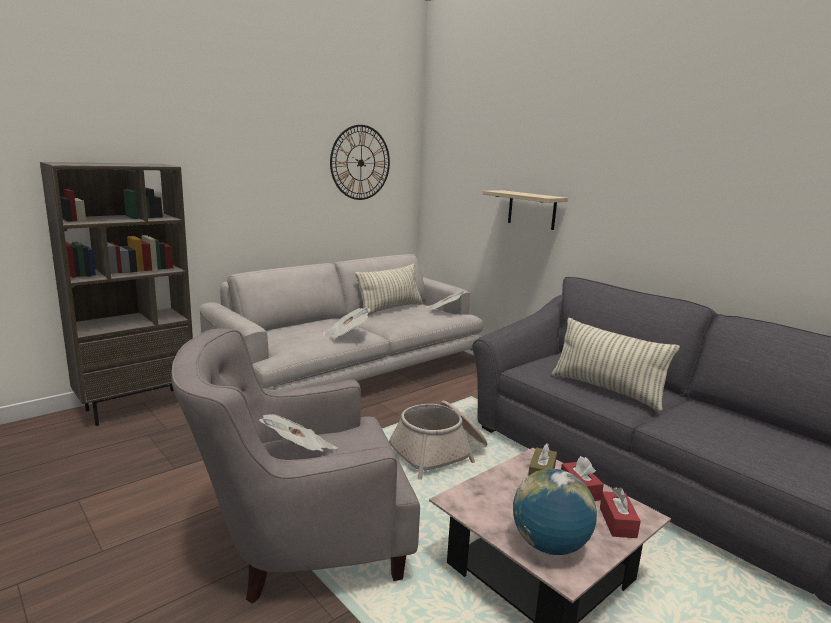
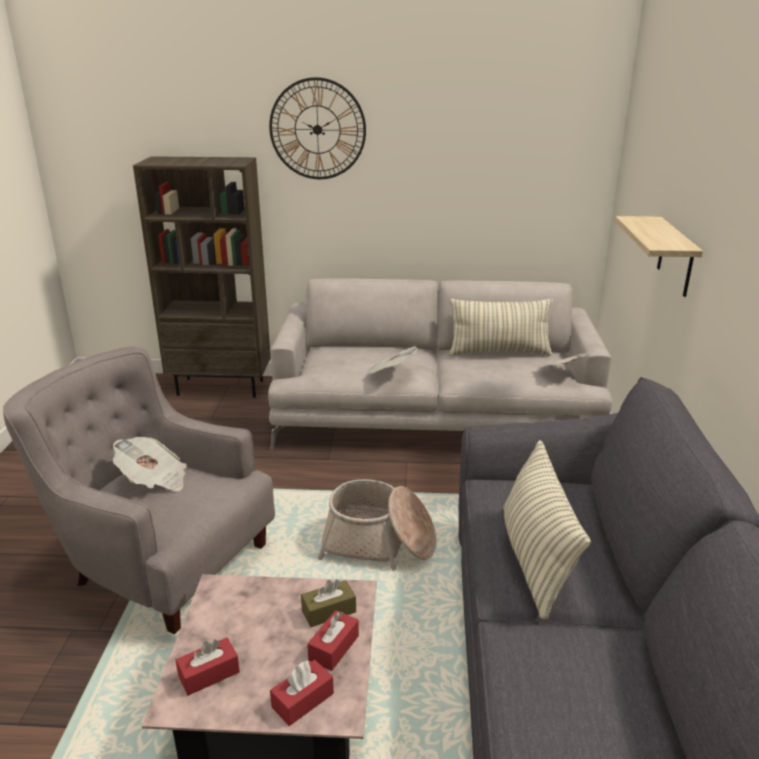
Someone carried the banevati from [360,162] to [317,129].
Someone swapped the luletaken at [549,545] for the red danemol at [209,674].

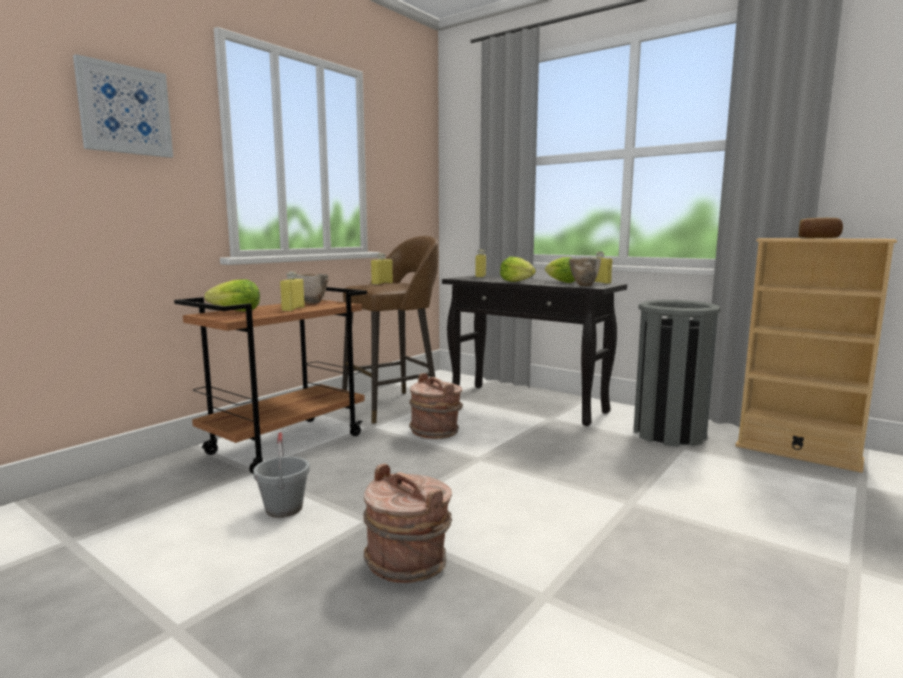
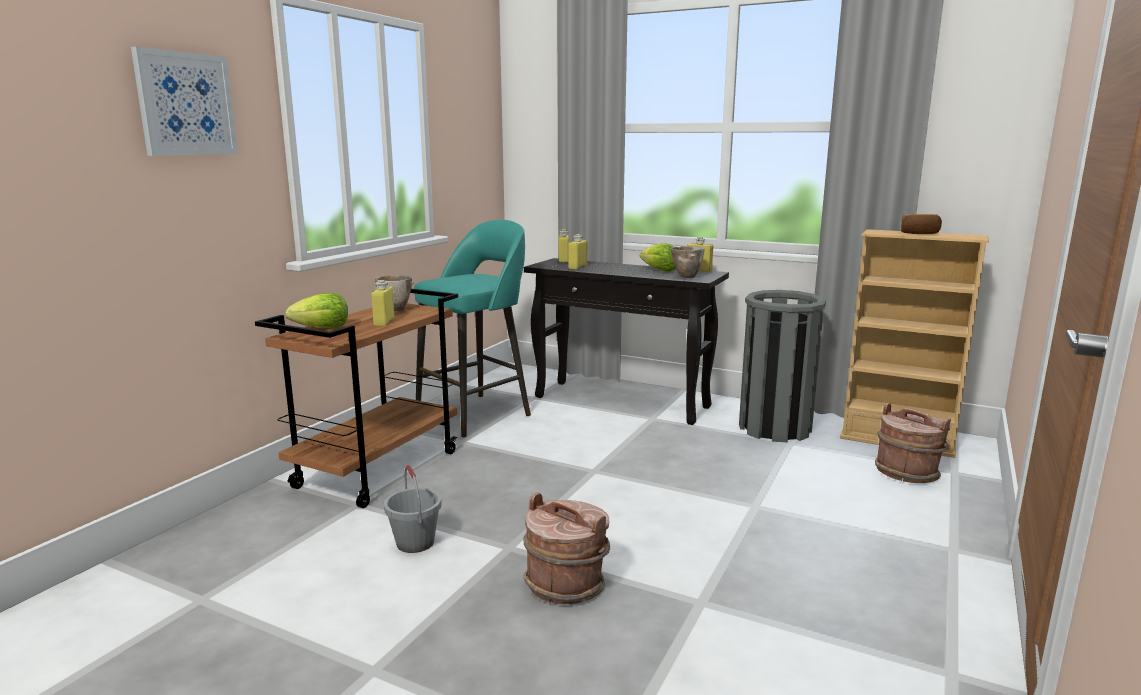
Someone repainted the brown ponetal at [393,406], which became the turquoise ponetal at [476,414].
Someone carried the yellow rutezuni from [382,283] to [577,267].
Someone took away the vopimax at [516,282].
Someone carried the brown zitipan from [435,432] to [907,472].

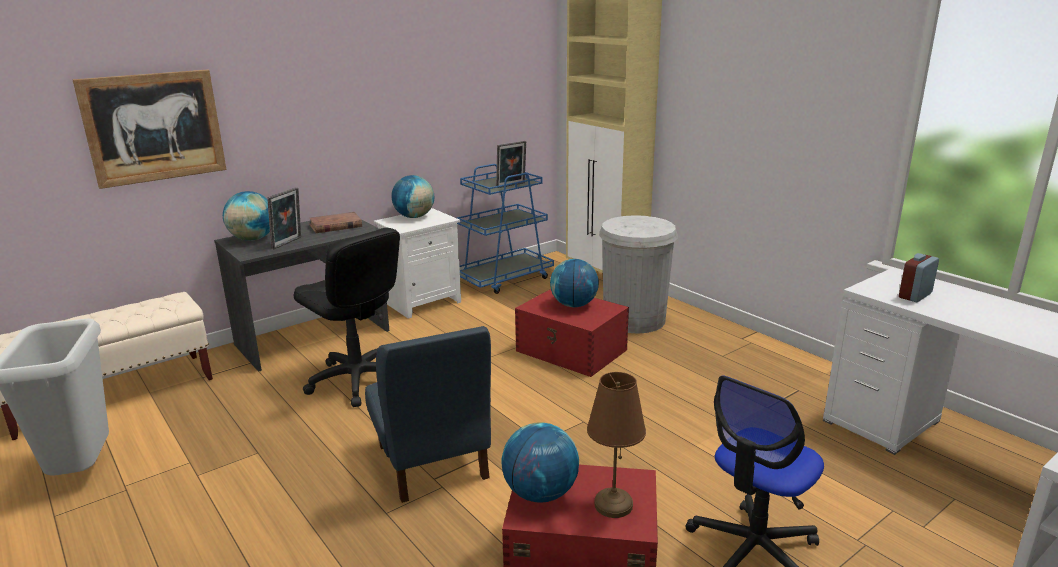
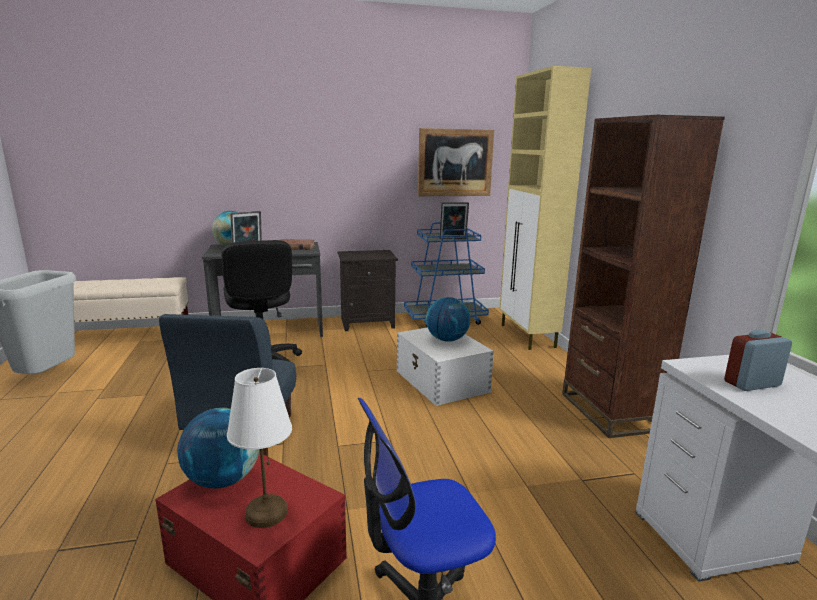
Someone carried the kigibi from [154,127] to [455,163].
Someone took away the luletaken at [414,217].
Someone repainted the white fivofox at [423,302], which became the black fivofox at [368,322].
Someone took away the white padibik at [634,320].
Someone repainted the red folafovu at [572,351], which became the white folafovu at [441,381].
Someone repainted the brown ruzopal at [613,505], which became the white ruzopal at [265,513].
Someone put down the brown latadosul at [610,411].

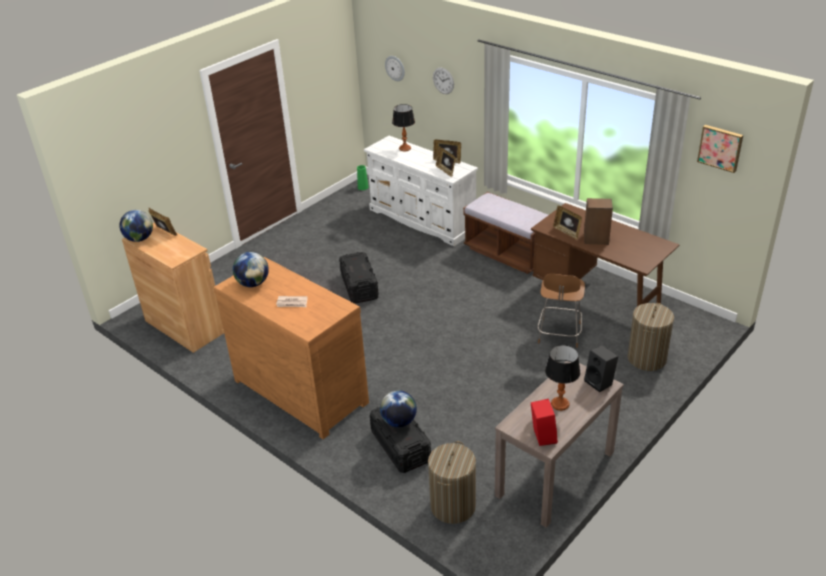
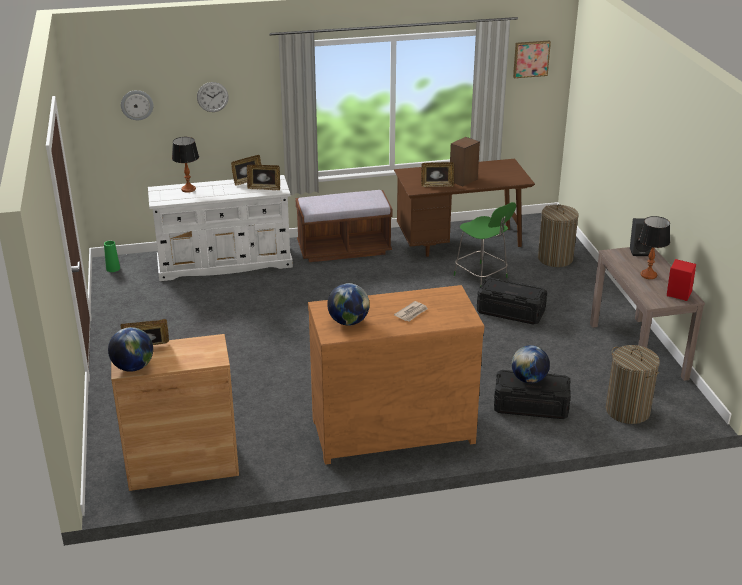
Someone carried the black folafovu from [359,286] to [510,312].
Someone repainted the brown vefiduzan at [559,334], which became the green vefiduzan at [482,277].

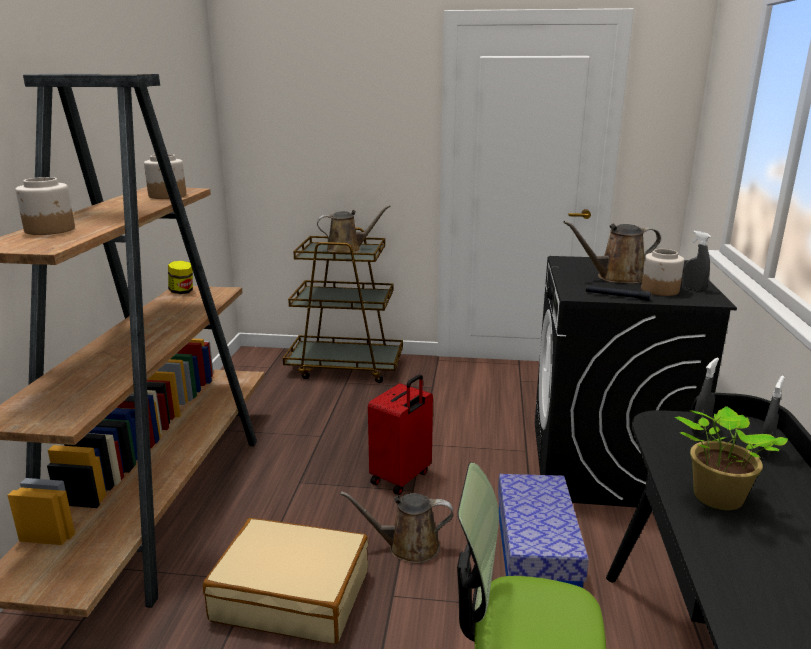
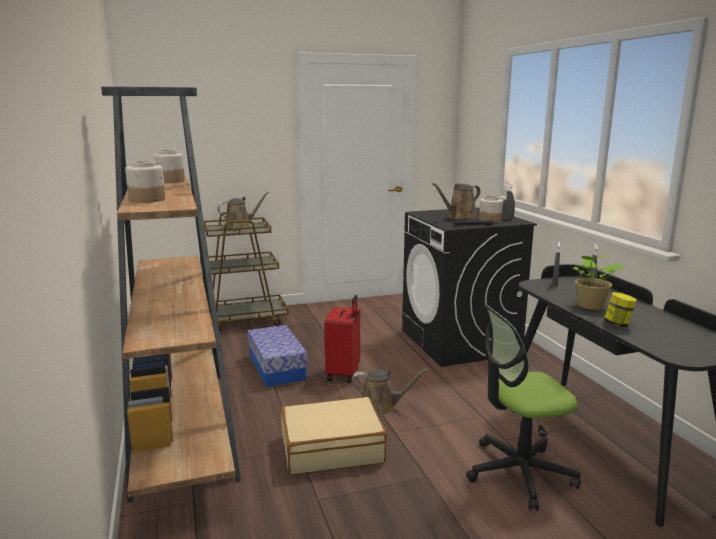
Someone carried the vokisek from [182,292] to [618,324].
Someone carried the folafovu from [536,553] to [277,367].
Someone rotated the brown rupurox at [408,546] by 150 degrees counterclockwise.

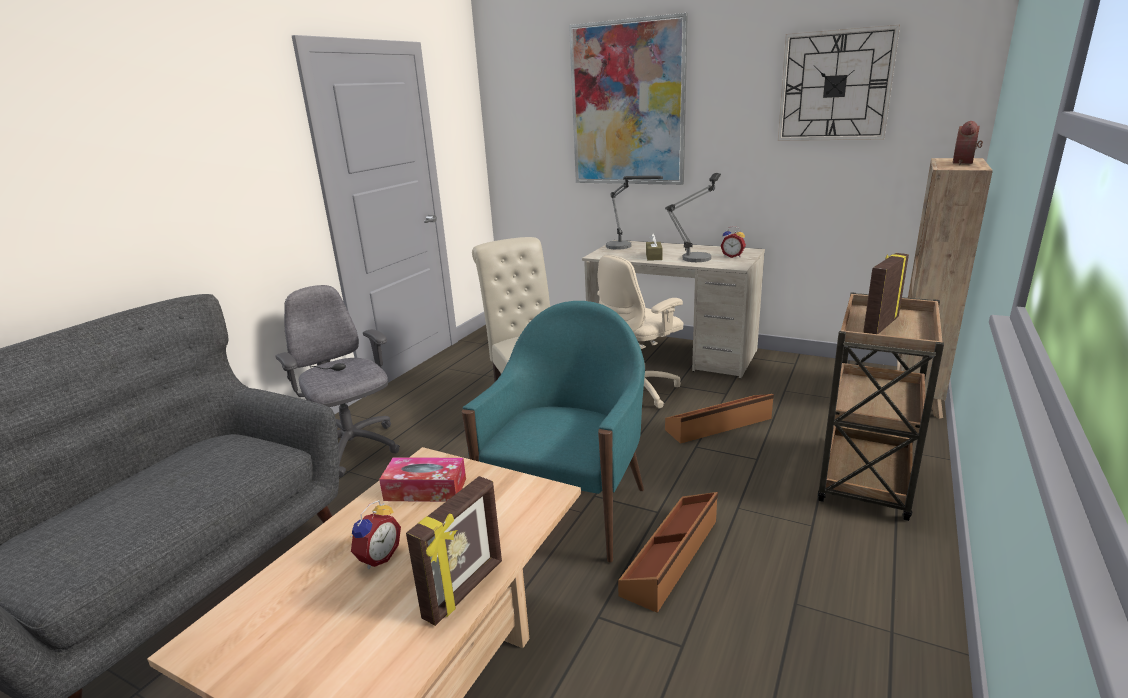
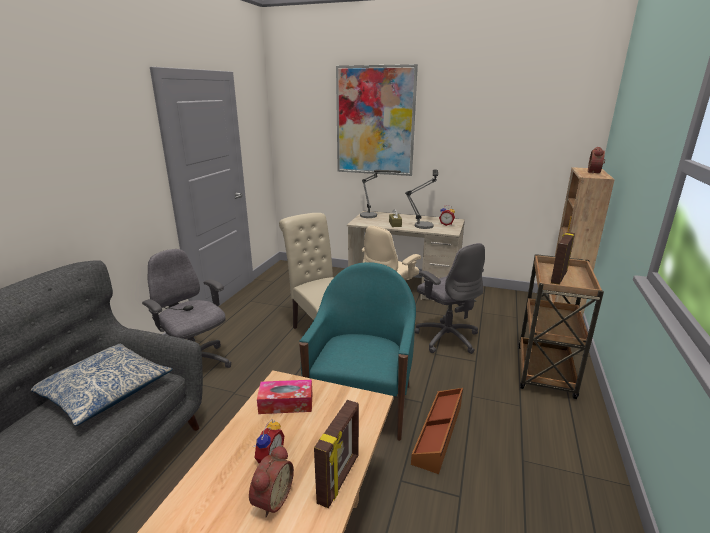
Someone took away the banevati at [835,86].
Someone swapped the brown folafovu at [719,425] for the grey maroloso at [446,338].
Someone put down the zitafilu at [105,391].
Someone put down the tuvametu at [271,499].

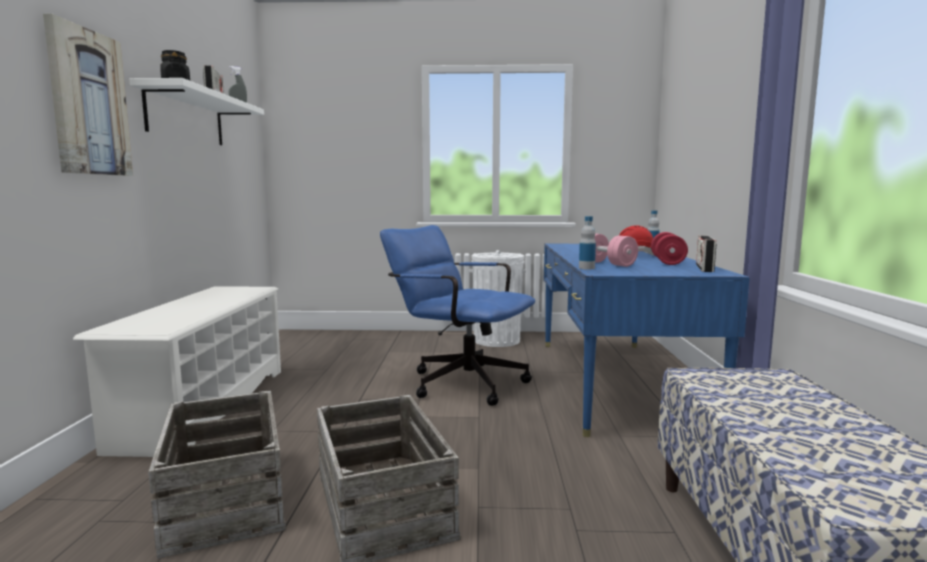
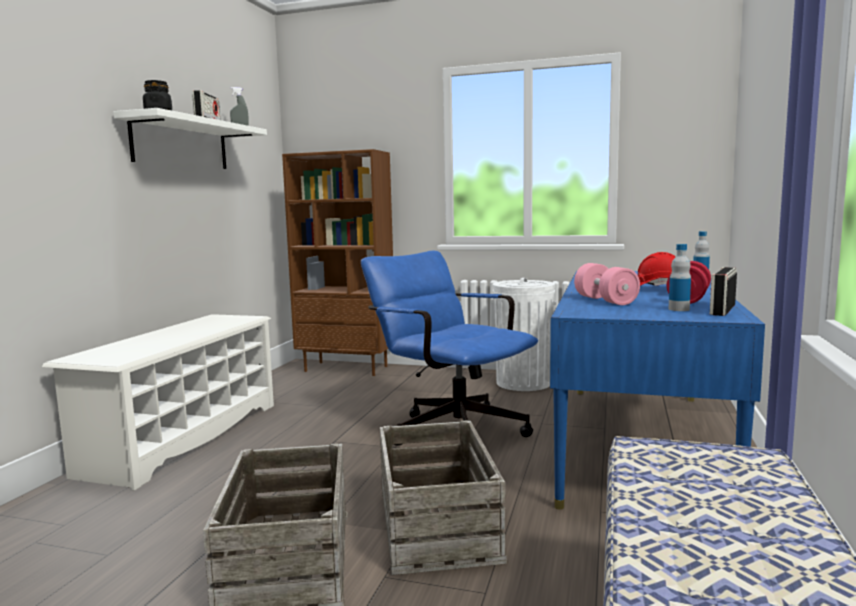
Someone took away the kigibi at [88,103].
Someone carried the rutezuni from [586,268] to [679,309].
Someone carried the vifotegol from [224,498] to [435,525].
Someone put down the brown latadosul at [347,368].

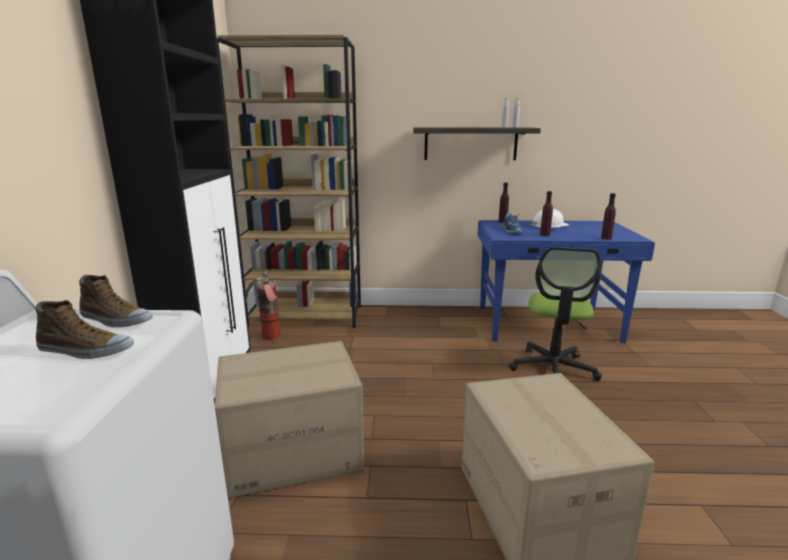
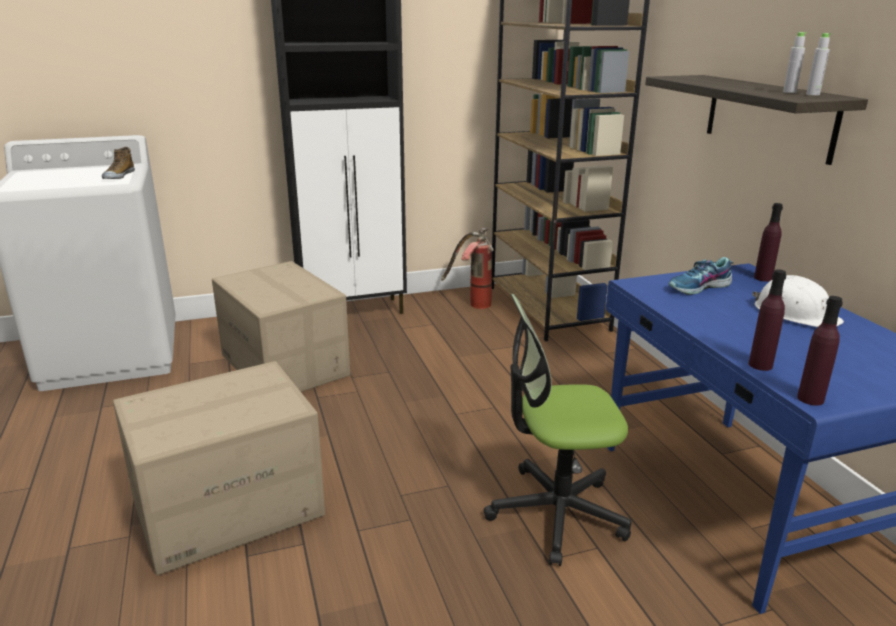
Someone carried the purple rutezuni from [545,235] to [810,399].
Someone took away the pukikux at [85,350].

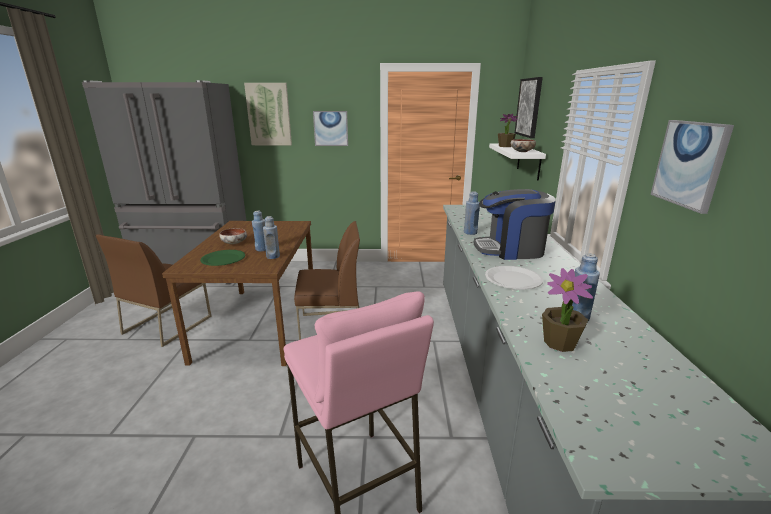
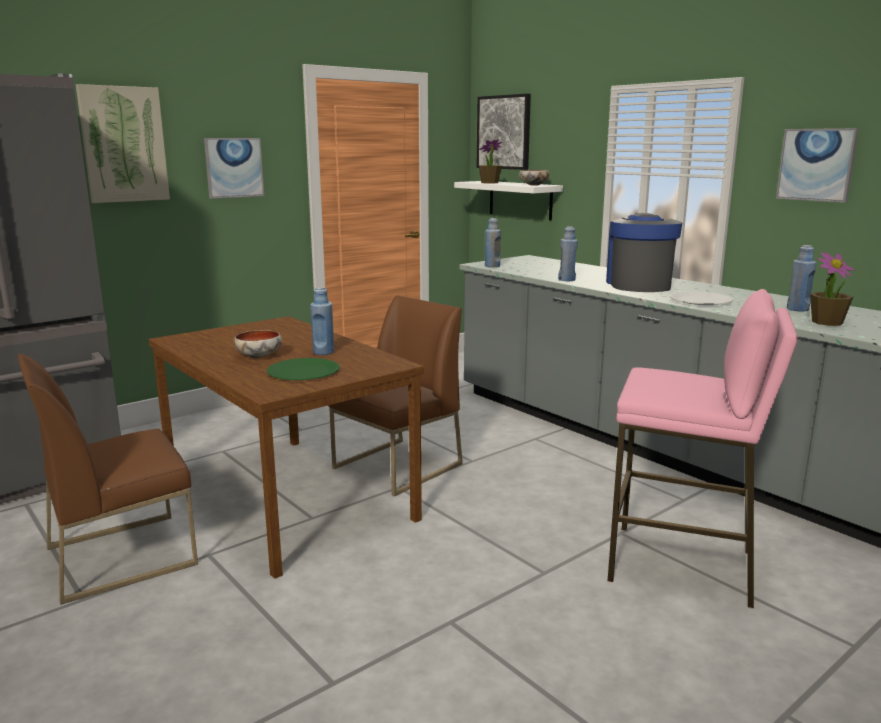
Someone rotated the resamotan at [510,250] by 135 degrees clockwise.
Someone carried the blue rutezuni from [273,256] to [492,266].
Someone rotated the brown vefiduzan at [168,324] by 75 degrees clockwise.

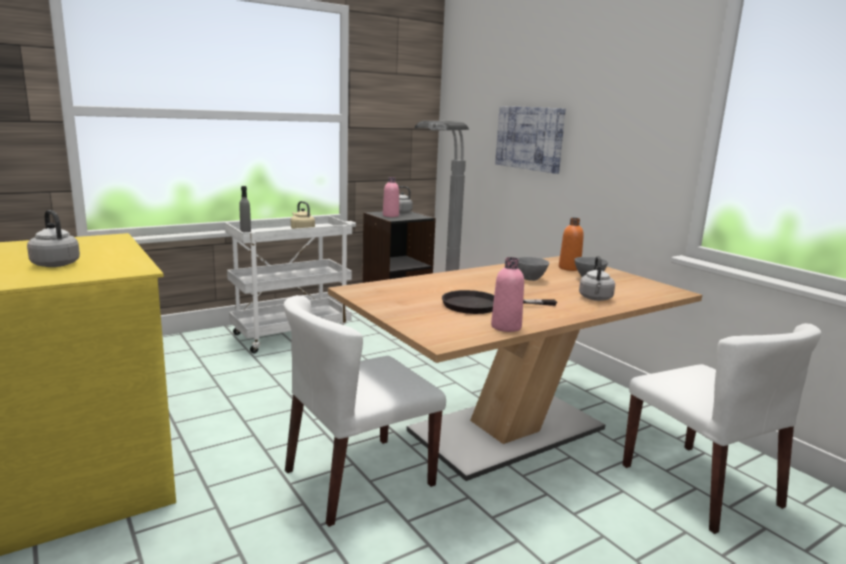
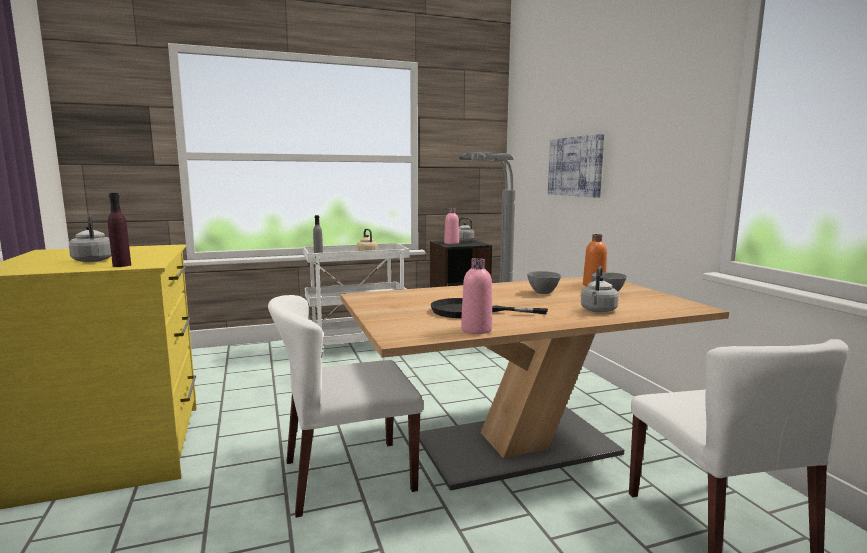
Someone put down the purple rutezuni at [122,265].

